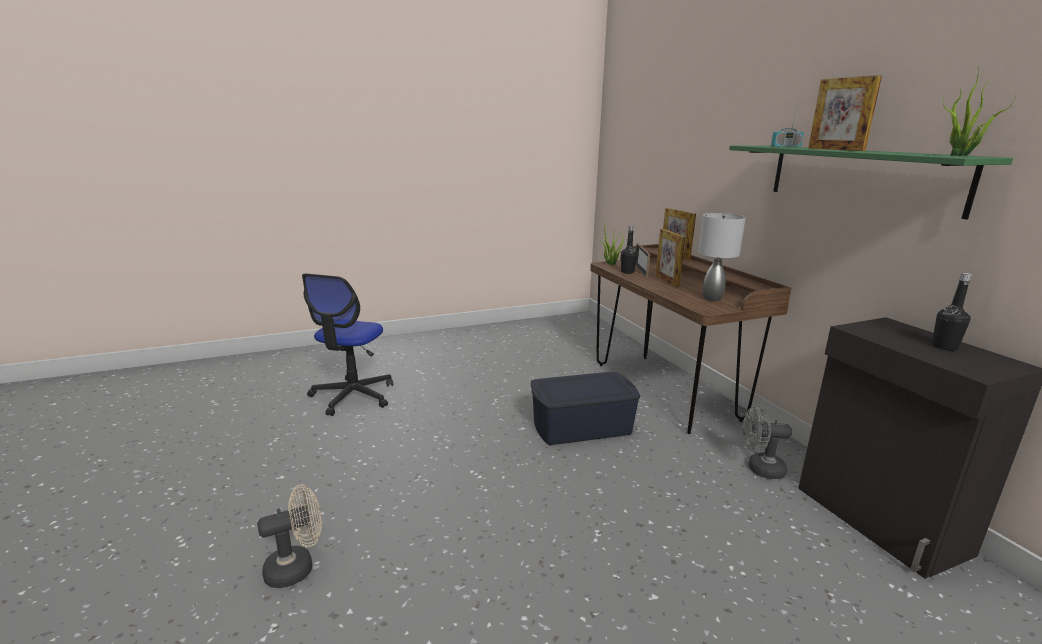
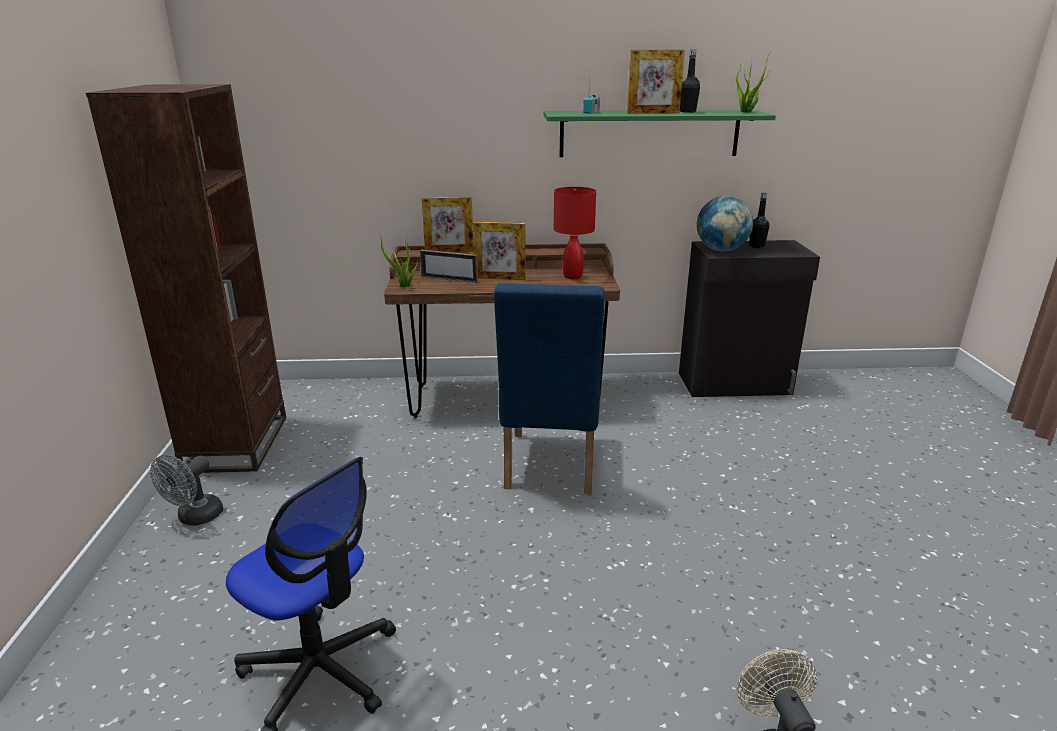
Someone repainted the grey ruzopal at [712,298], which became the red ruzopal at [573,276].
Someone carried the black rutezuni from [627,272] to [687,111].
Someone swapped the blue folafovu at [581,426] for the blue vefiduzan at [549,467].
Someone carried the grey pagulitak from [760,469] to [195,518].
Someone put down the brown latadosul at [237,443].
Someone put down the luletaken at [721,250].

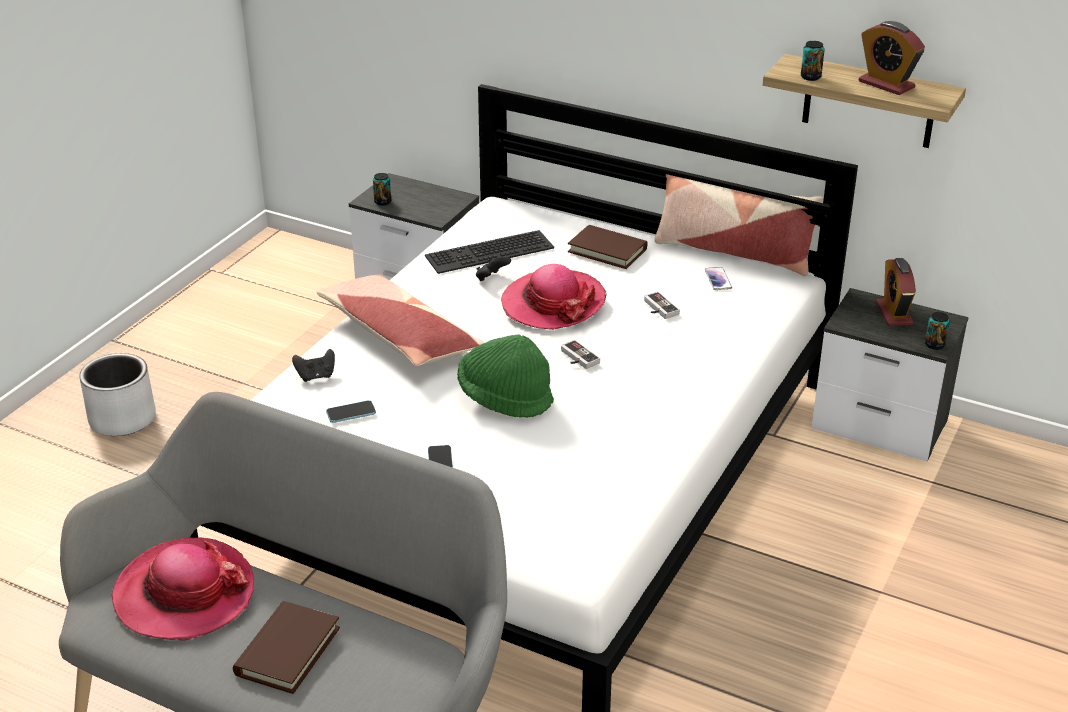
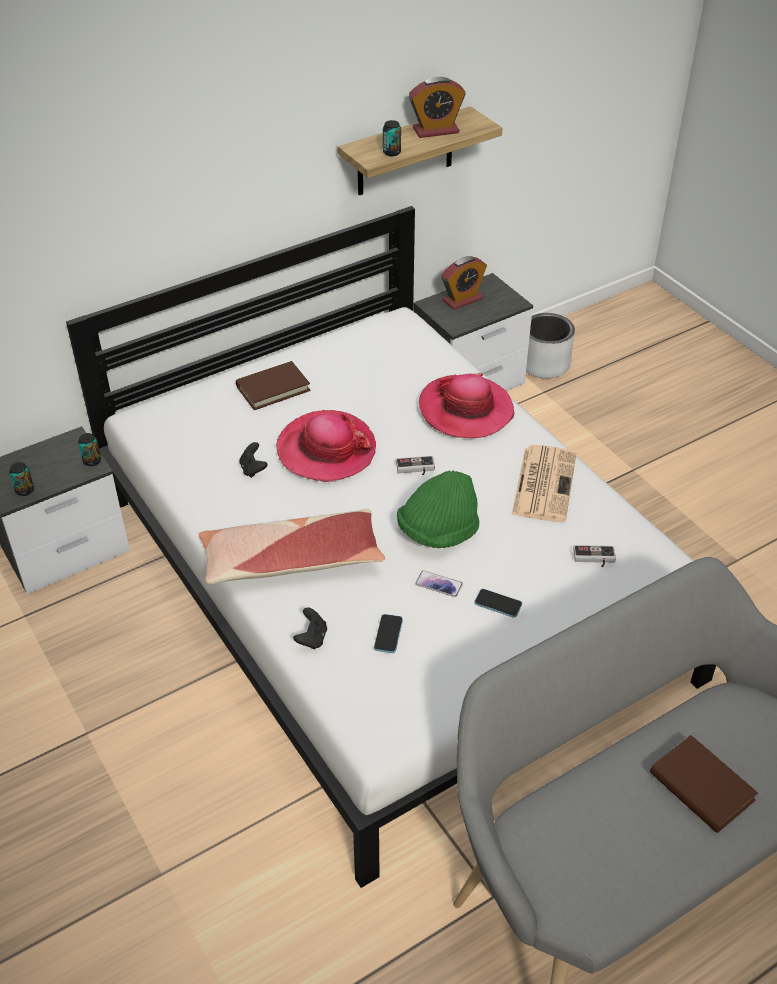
Someone took away the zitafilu at [733,251].
Someone took away the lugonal at [489,253].
Someone rotated the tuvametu at [894,313] by 60 degrees counterclockwise.
Someone carried the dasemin from [718,279] to [439,584].
Someone carried the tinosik from [658,309] to [594,559].
Someone carried the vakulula from [934,345] to [92,461].
Someone carried the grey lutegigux from [123,418] to [544,364].
Someone carried the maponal from [184,594] to [466,410].
Someone put down the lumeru at [543,483].

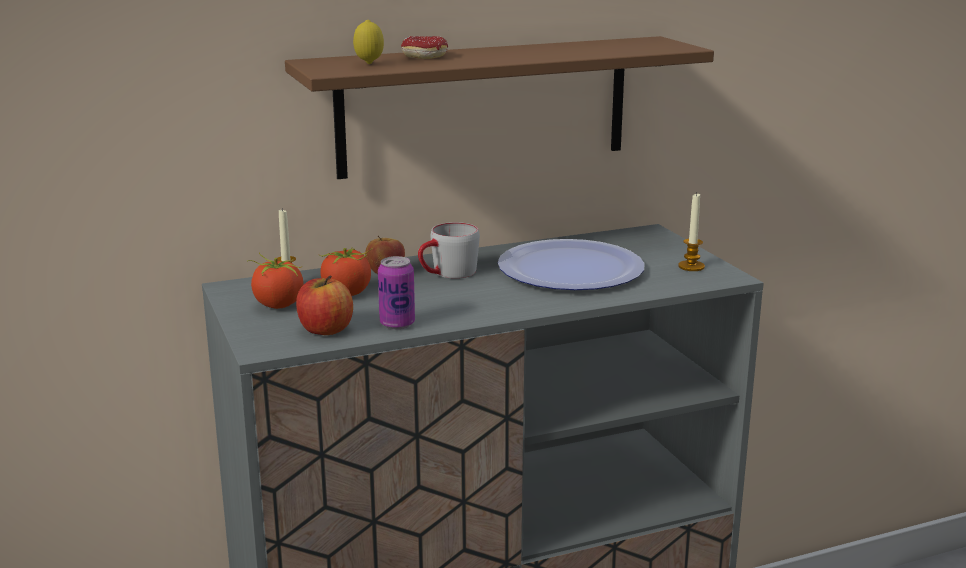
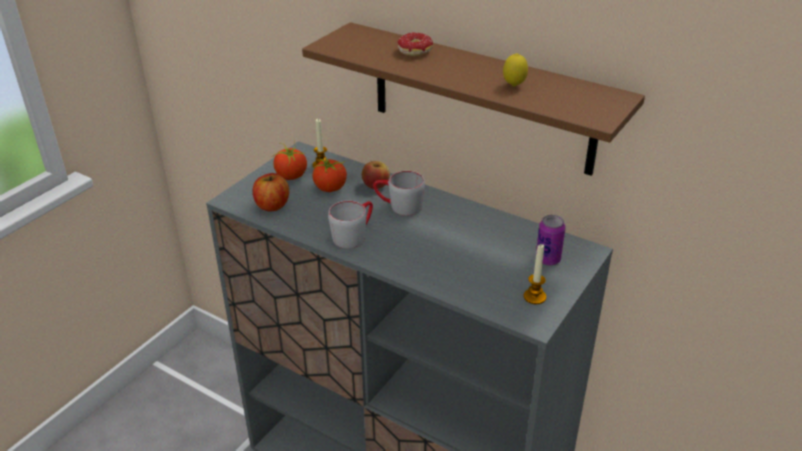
Someone carried the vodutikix from [369,64] to [514,86].
Someone took away the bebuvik at [570,269].
Someone carried the vakulula from [397,324] to [548,259].
Someone put down the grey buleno at [354,235].

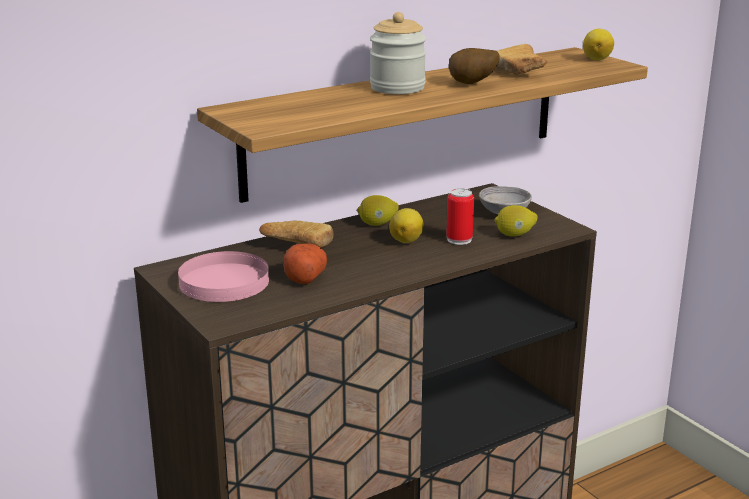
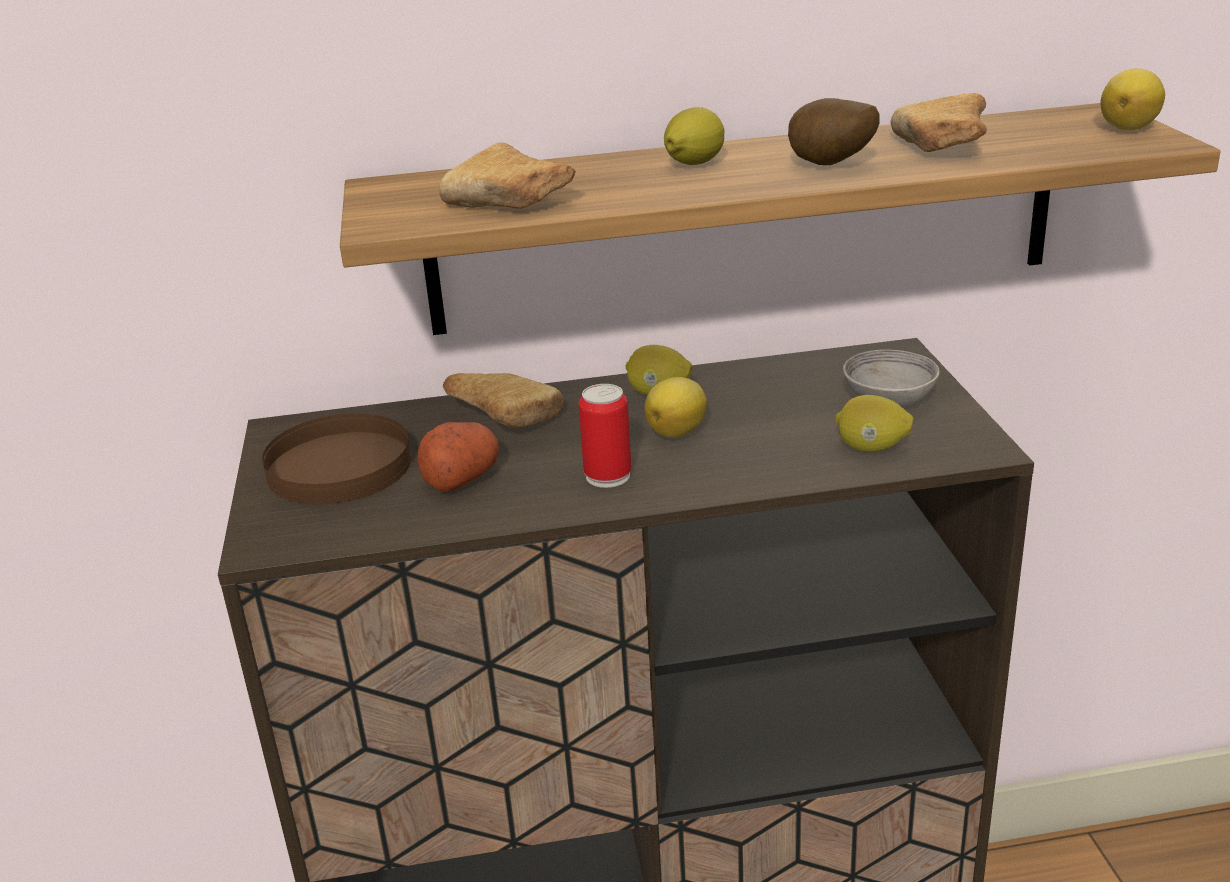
Someone swapped the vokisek at [397,88] for the vodutikix at [693,164].
Someone carried the vakulula from [459,239] to [608,476].
Someone repainted the pink bebuvik at [224,281], which became the brown bebuvik at [340,466].
Someone put down the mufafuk at [515,202].

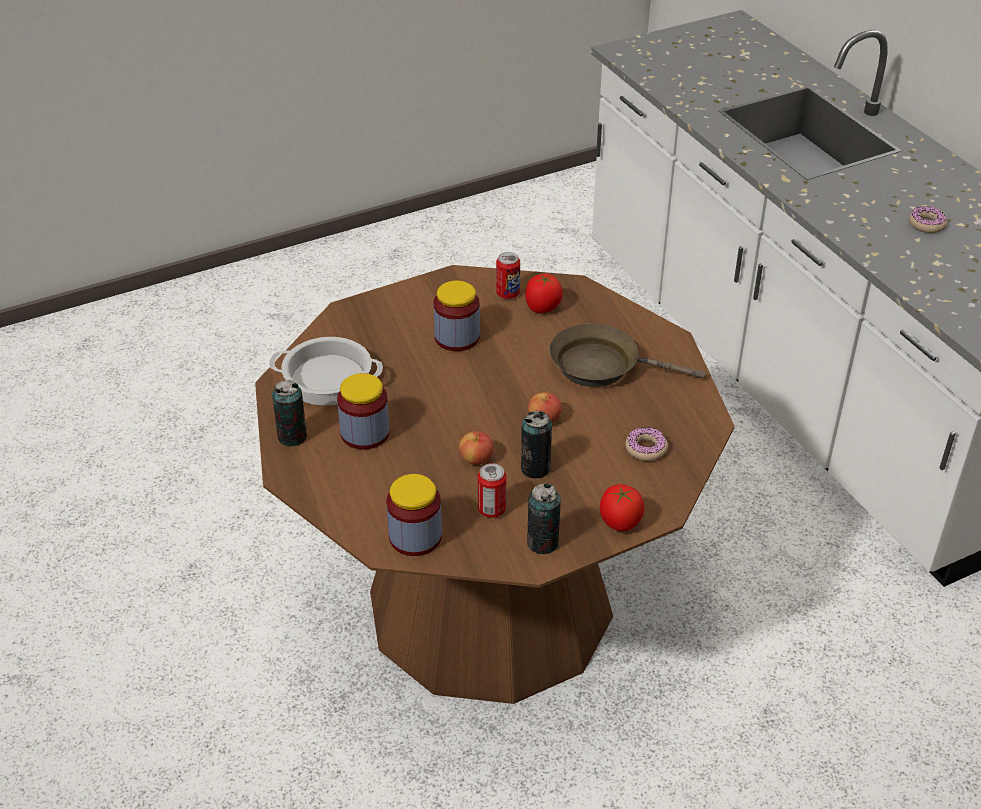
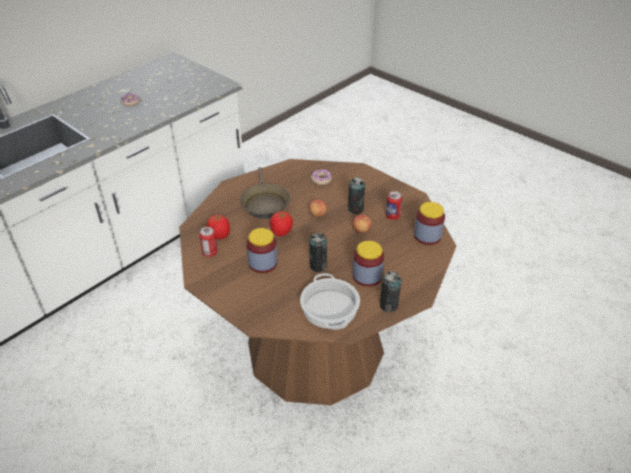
Someone carried the vakulula from [542,543] to [318,266].
Someone carried the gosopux from [619,522] to [281,232].

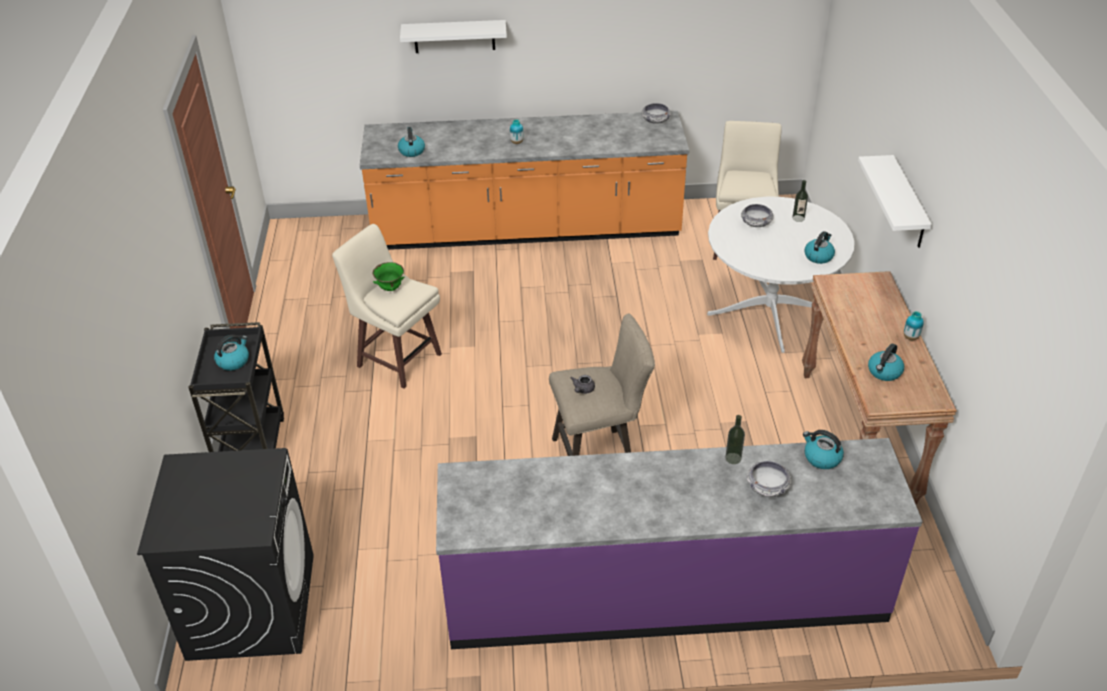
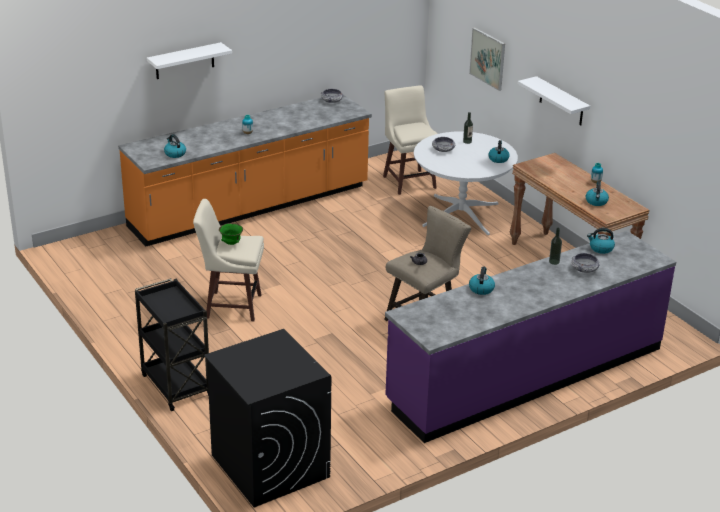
Someone carried the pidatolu from [233,361] to [481,289].
Someone put up the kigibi at [487,58].

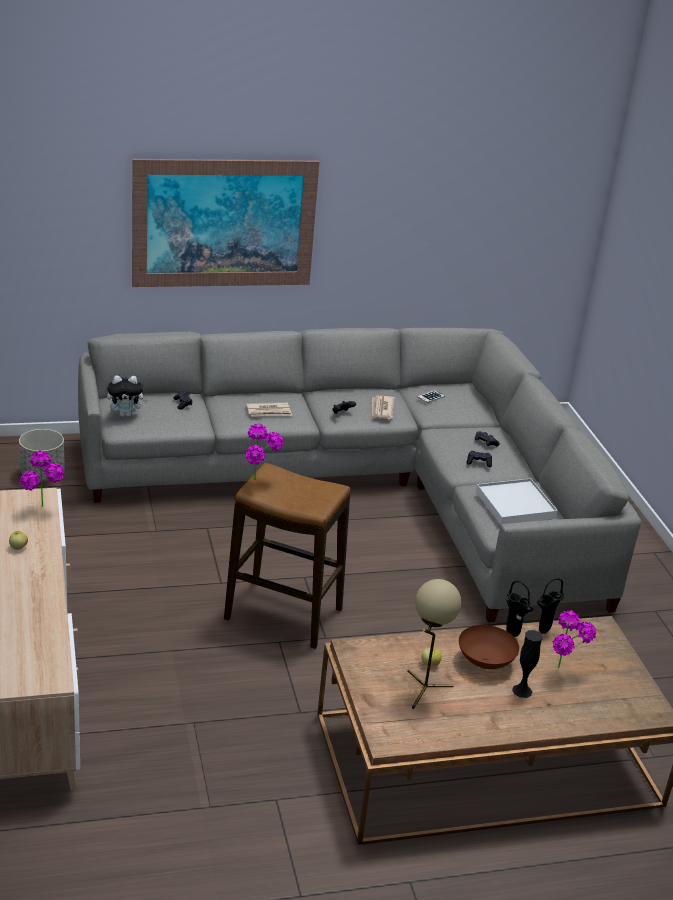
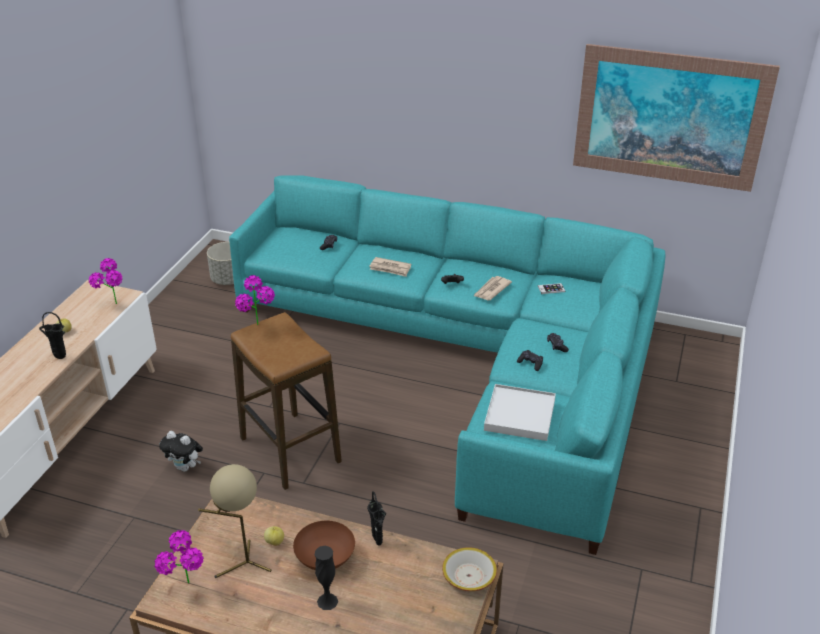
Someone carried the kigibi from [224,223] to [670,118].
Someone repainted the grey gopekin at [369,487], which became the turquoise gopekin at [473,359].
Someone carried the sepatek from [126,414] to [185,467].
Someone carried the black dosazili from [542,633] to [59,358].
Someone carried the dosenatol from [564,672] to [187,590].
Someone put down the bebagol at [468,576].

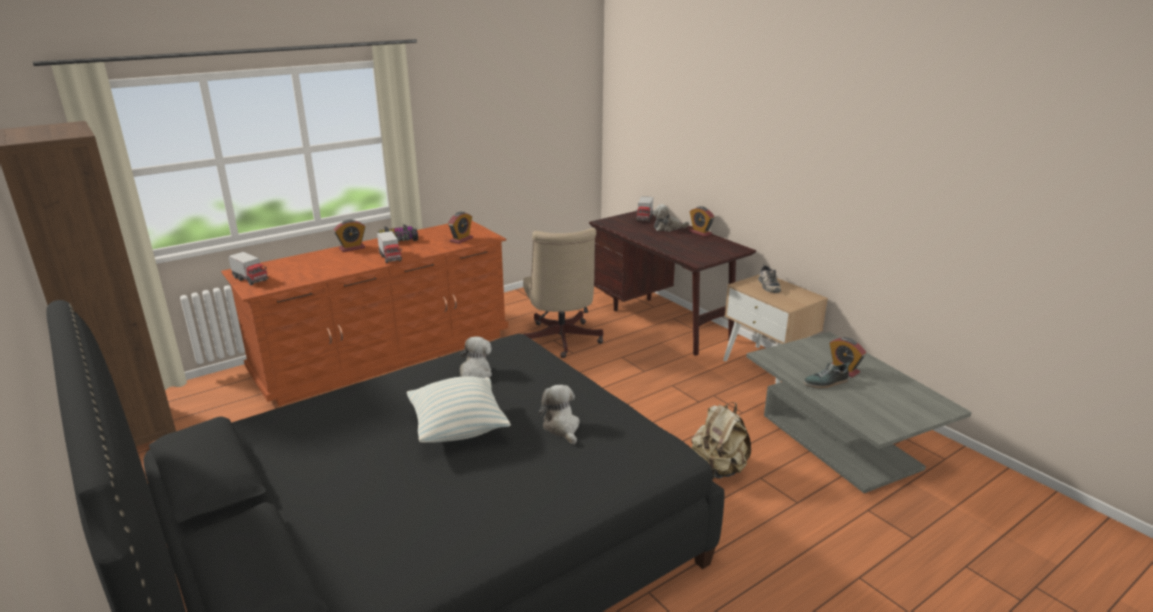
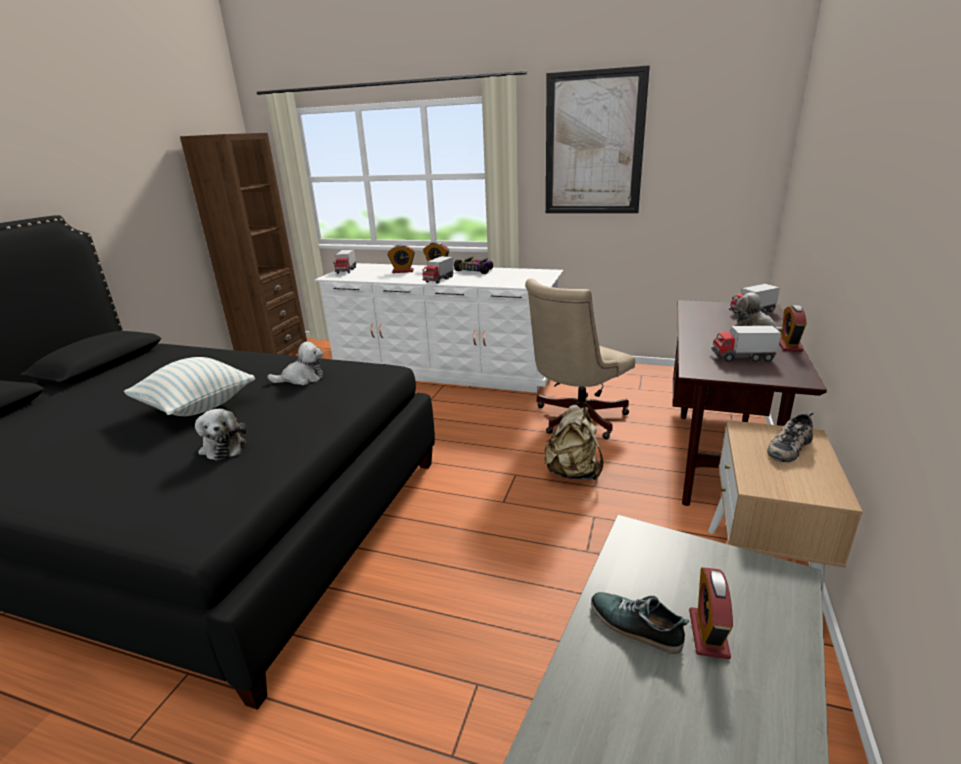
Someone carried the tuvametu from [461,239] to [403,271].
Someone repainted the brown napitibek at [384,354], which became the white napitibek at [444,369].
Someone rotated the sepatek at [562,427] by 120 degrees clockwise.
Someone carried the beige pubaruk from [719,469] to [573,472].
Someone put up the kigibi at [593,144].
Someone put down the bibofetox at [742,357].

